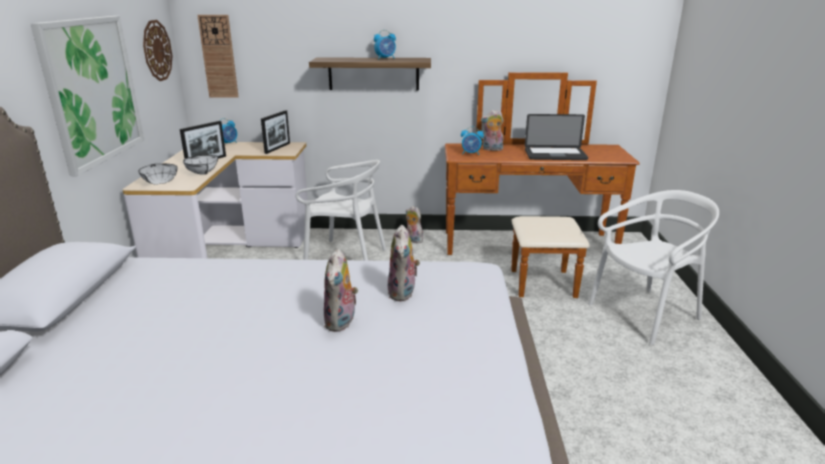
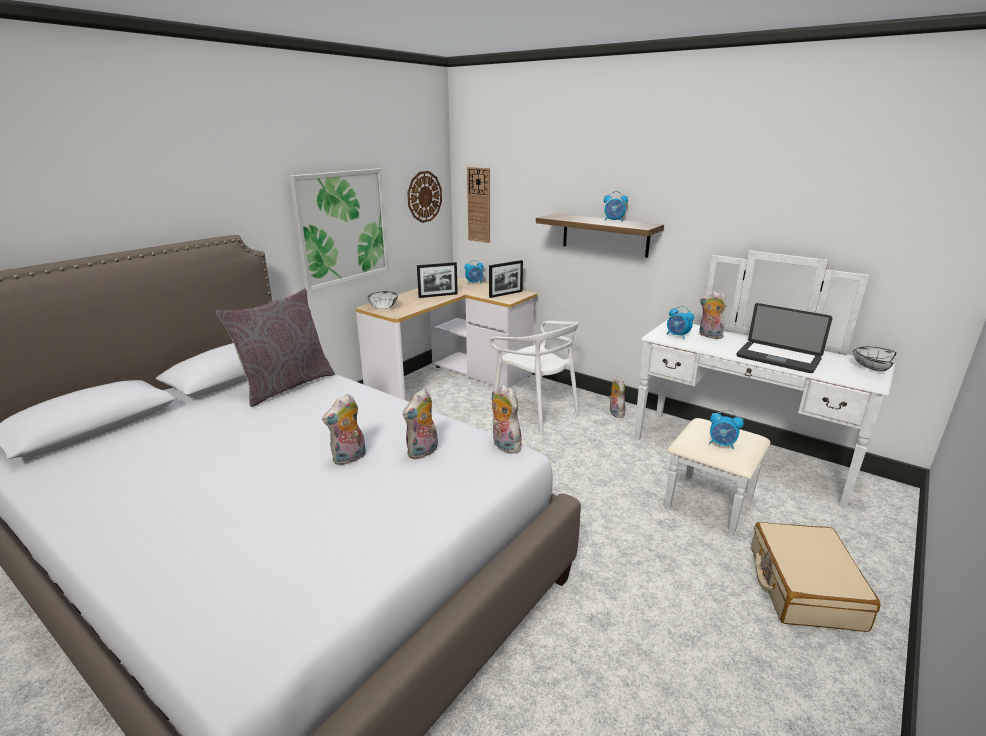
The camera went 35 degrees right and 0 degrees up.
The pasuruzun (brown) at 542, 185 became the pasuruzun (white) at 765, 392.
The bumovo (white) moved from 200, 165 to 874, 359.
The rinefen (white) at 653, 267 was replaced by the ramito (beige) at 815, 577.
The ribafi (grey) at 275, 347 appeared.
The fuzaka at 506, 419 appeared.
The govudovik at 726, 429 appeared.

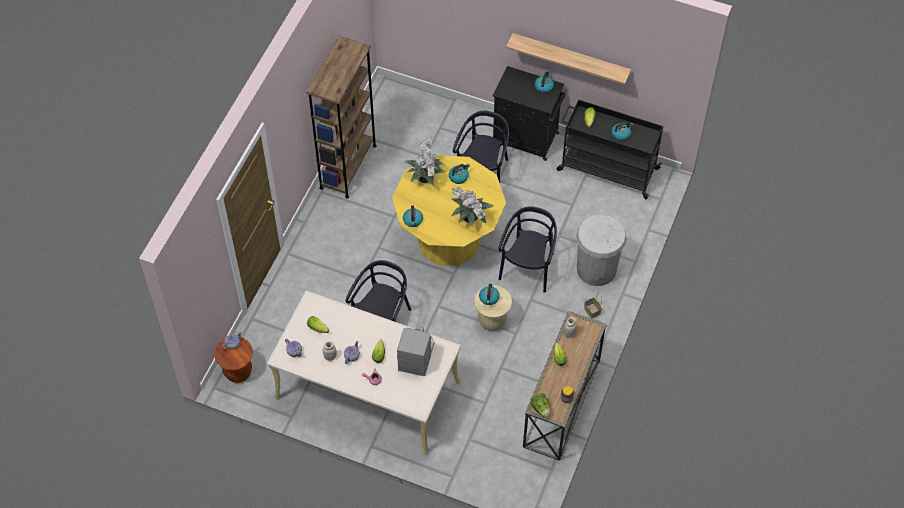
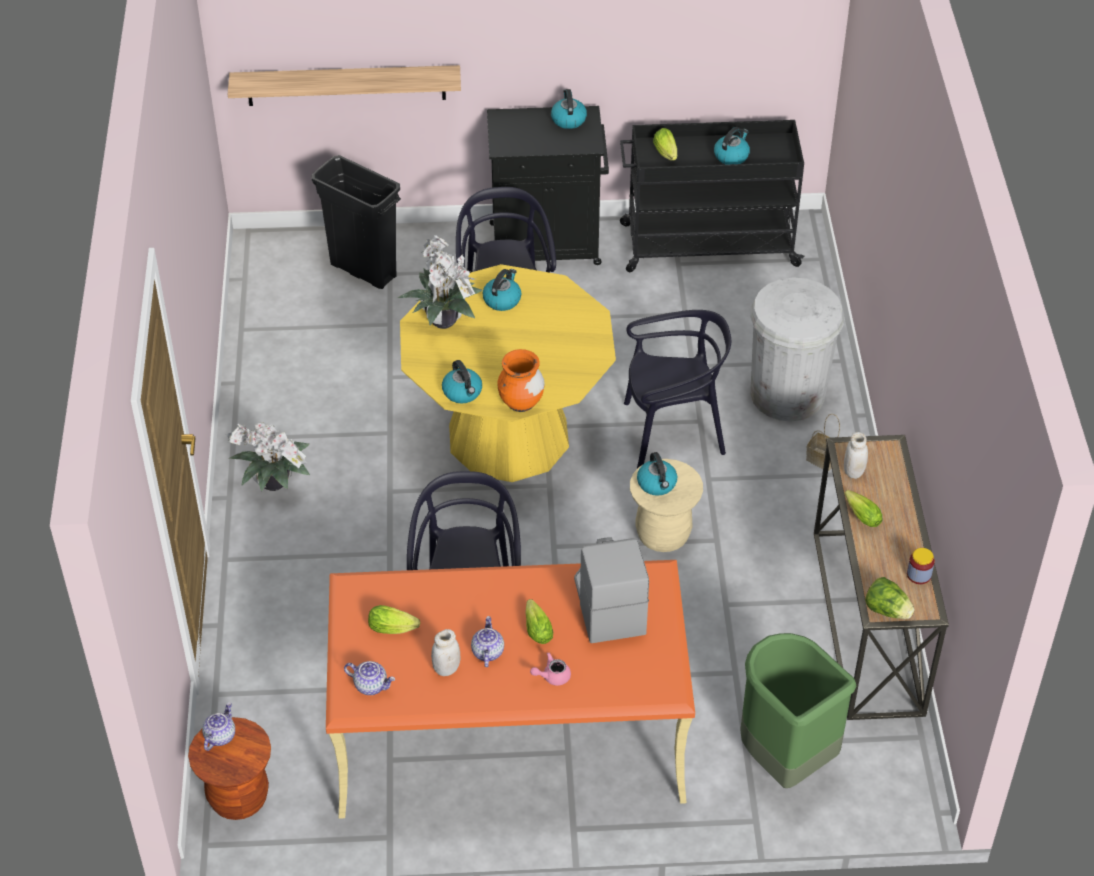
The camera went 25 degrees left and 10 degrees down.
The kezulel moved from 568, 59 to 344, 85.
The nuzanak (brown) at 341, 117 disappeared.
The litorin moved from 472, 206 to 267, 457.
The rinefen (black) at 527, 249 turned 90 degrees clockwise.
The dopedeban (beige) at 364, 372 became the dopedeban (orange) at 510, 689.
The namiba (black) at 356, 222 appeared.
The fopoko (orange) at 521, 380 appeared.
The namiba (green) at 798, 710 appeared.

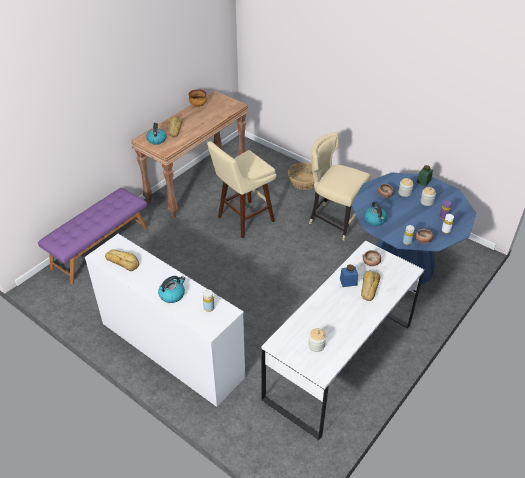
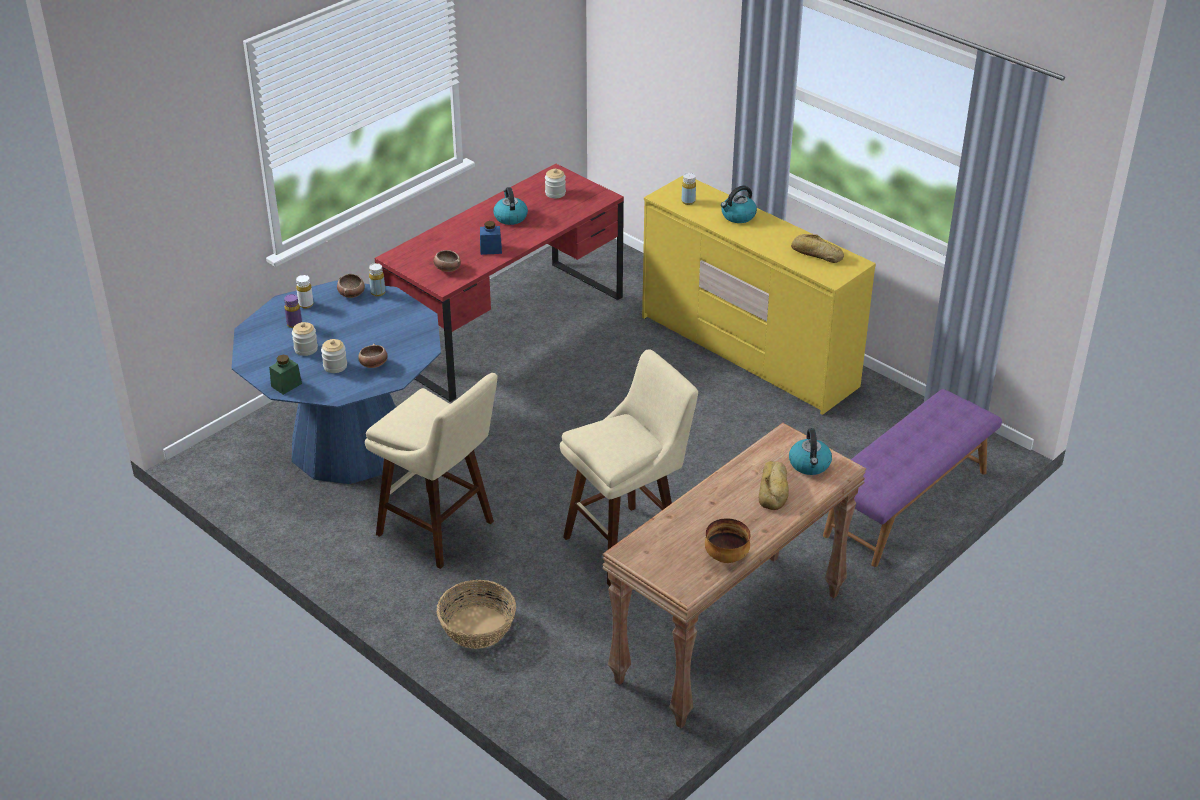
The camera went 175 degrees left and 5 degrees down.
The rinefen (beige) at 340, 186 was replaced by the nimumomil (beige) at 431, 471.
The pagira moved from 376, 213 to 510, 206.
The pasuruzun (white) at 165, 320 became the pasuruzun (yellow) at 759, 295.
The dopedeban (white) at 342, 340 became the dopedeban (red) at 499, 283.
The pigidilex at 370, 286 disappeared.

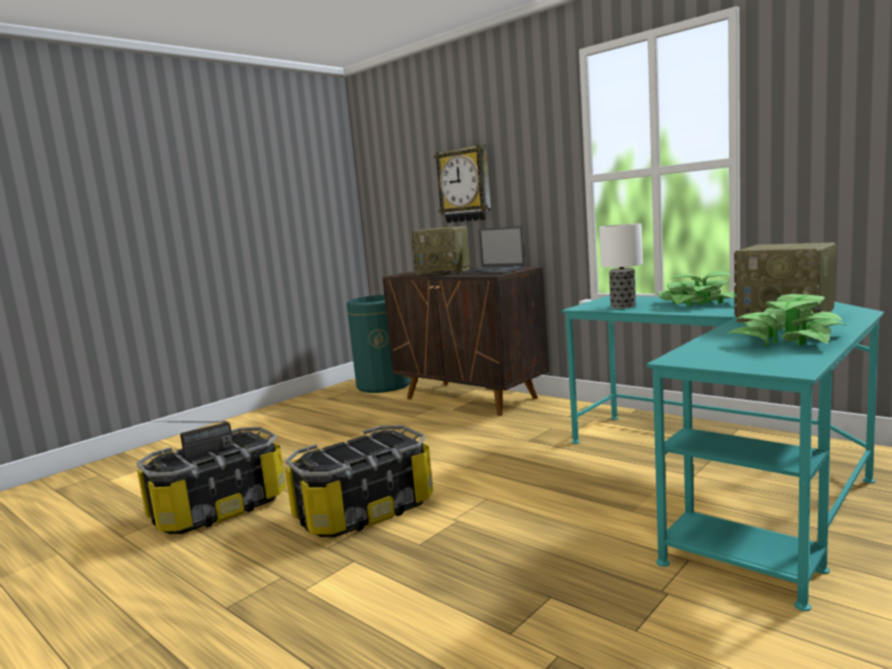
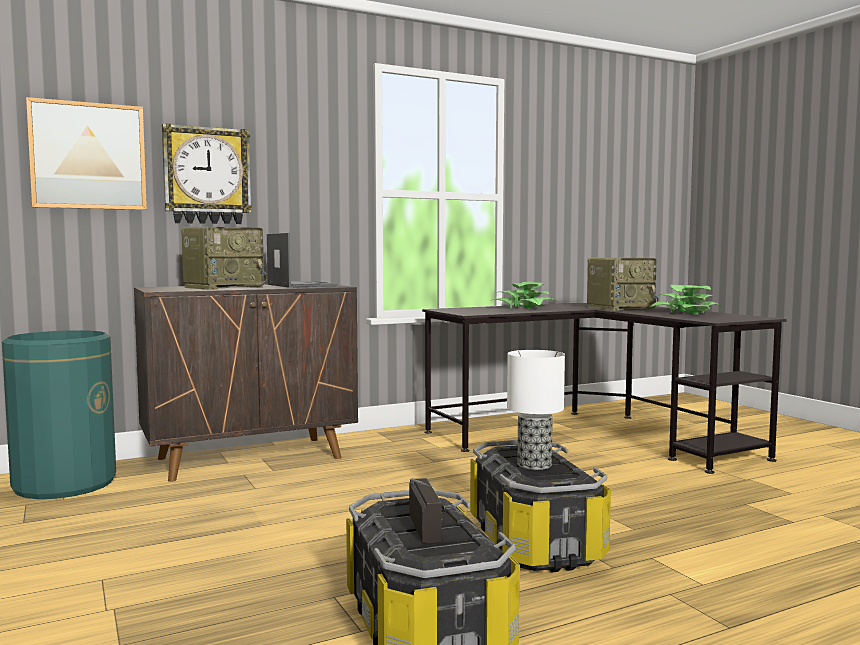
The camera went 70 degrees left and 5 degrees down.
The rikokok moved from 621, 266 to 536, 410.
The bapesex at 492, 250 turned 90 degrees counterclockwise.
The dopedeban (turquoise) at 723, 453 became the dopedeban (black) at 604, 388.
The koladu at 86, 153 appeared.

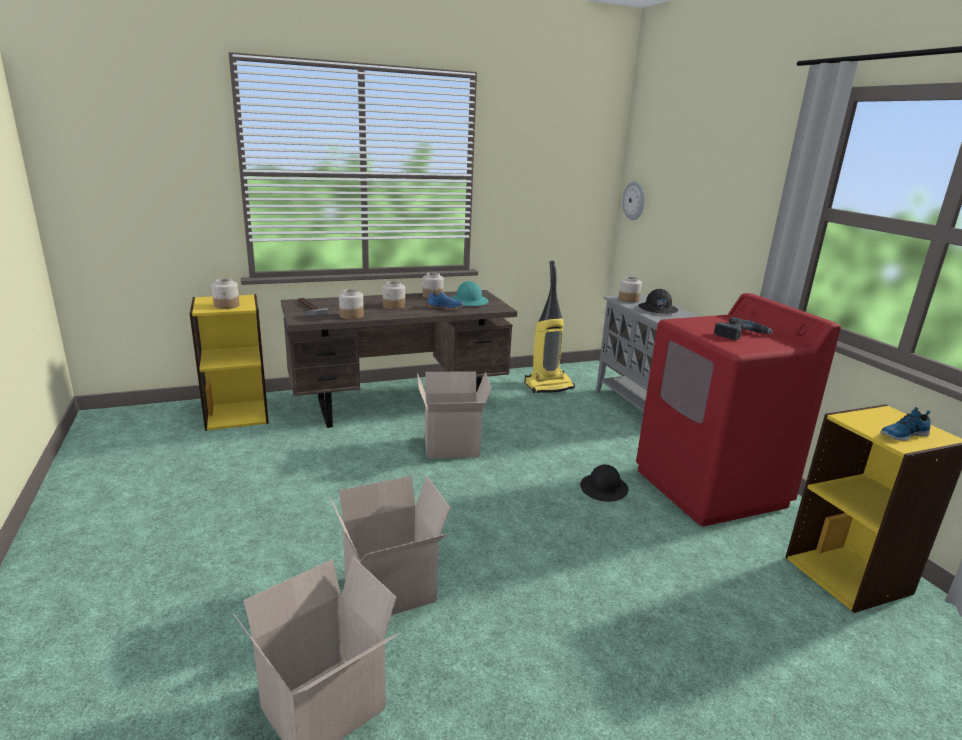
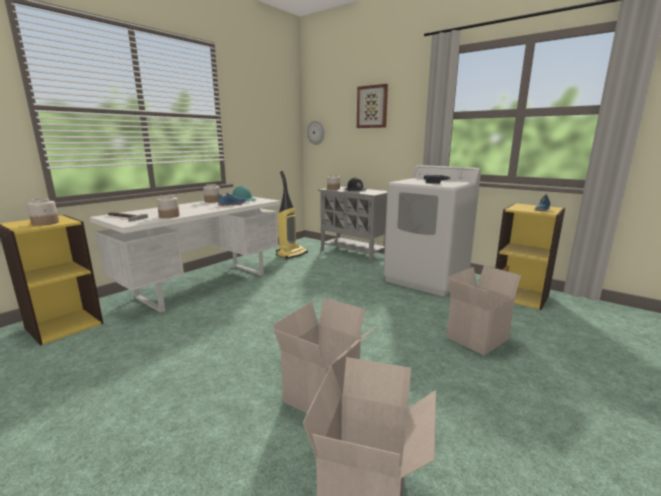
The camera went 30 degrees left and 5 degrees down.
The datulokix at 394, 295 disappeared.
The dopedeban (brown) at 399, 359 became the dopedeban (white) at 185, 255.
The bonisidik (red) at 738, 409 became the bonisidik (white) at 432, 230.
The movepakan moved from 454, 415 to 489, 310.
The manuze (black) at 604, 483 disappeared.
The koladu at 372, 106 appeared.

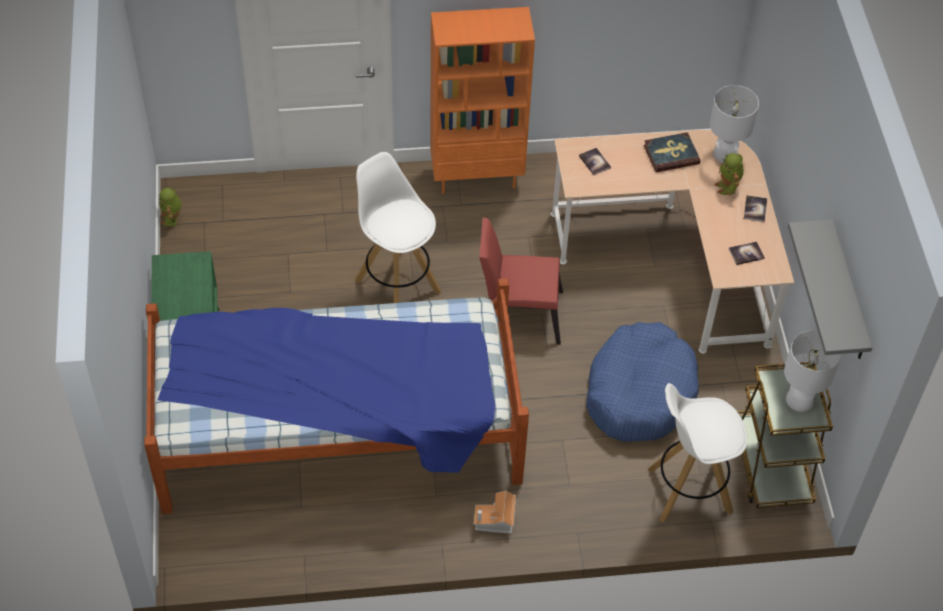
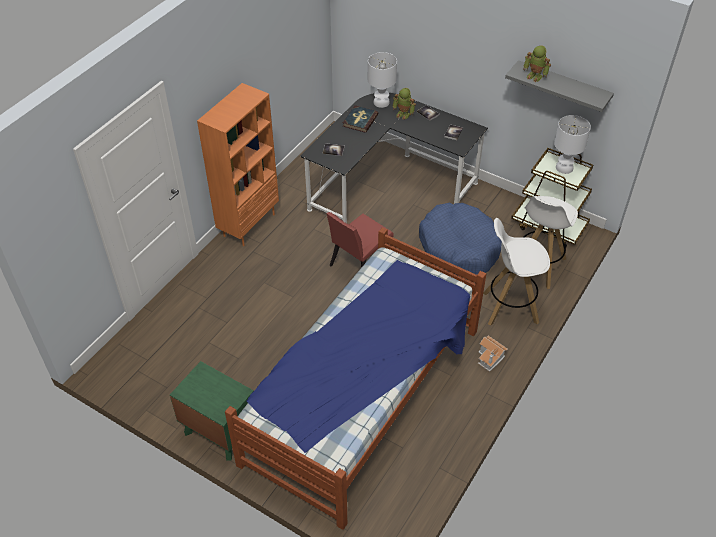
The camera went 50 degrees left and 5 degrees down.
The dopedeban (beige) at 672, 241 became the dopedeban (black) at 394, 158.
The nimumomil (white) moved from 398, 227 to 516, 272.
The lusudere moved from 170, 207 to 537, 63.

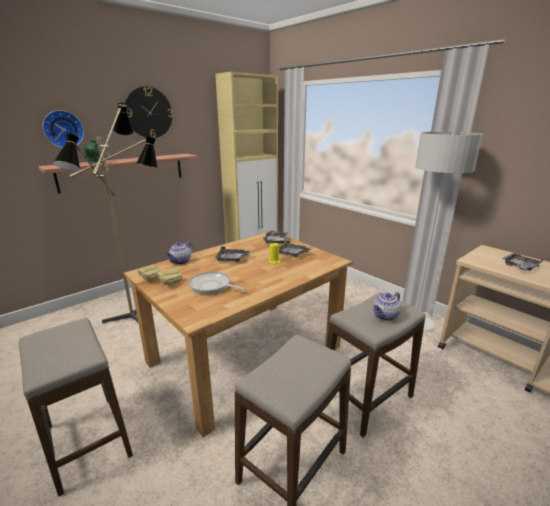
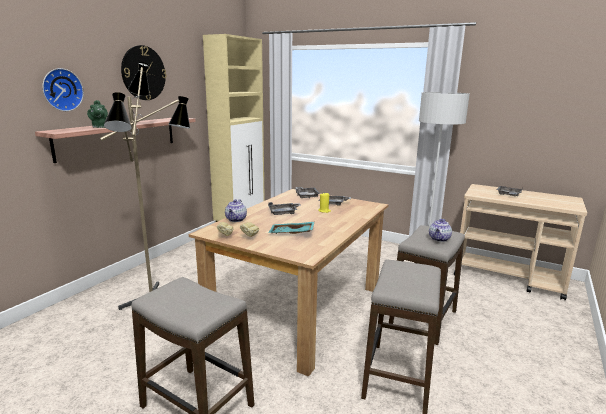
The camera went 20 degrees left and 5 degrees down.
The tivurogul at 217, 283 was replaced by the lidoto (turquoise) at 291, 228.

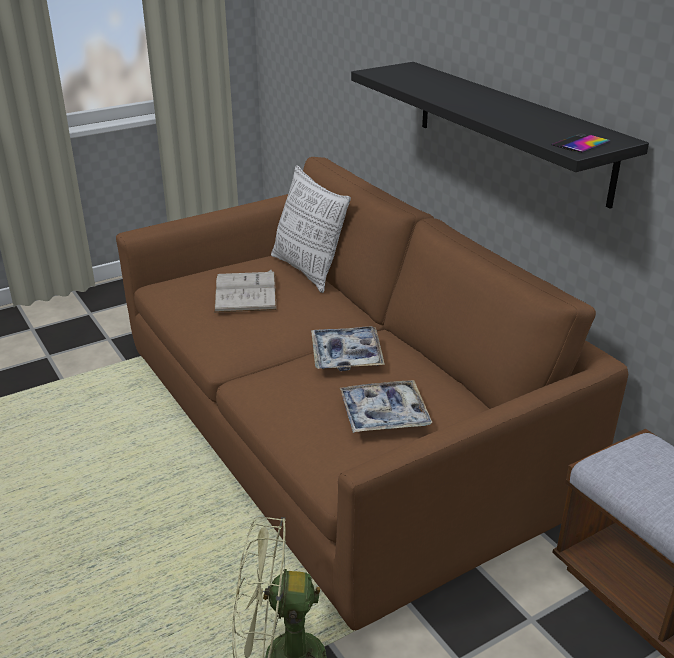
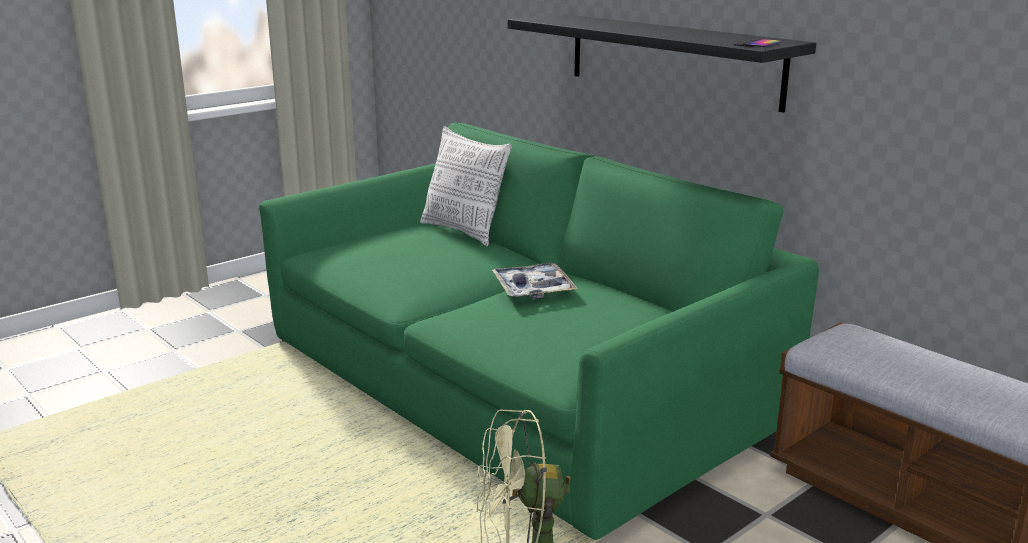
The camera went 10 degrees left and 10 degrees down.
The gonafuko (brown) at 372, 394 became the gonafuko (green) at 539, 331.
The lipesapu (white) at 245, 291 disappeared.
The lidoto at 386, 406 disappeared.

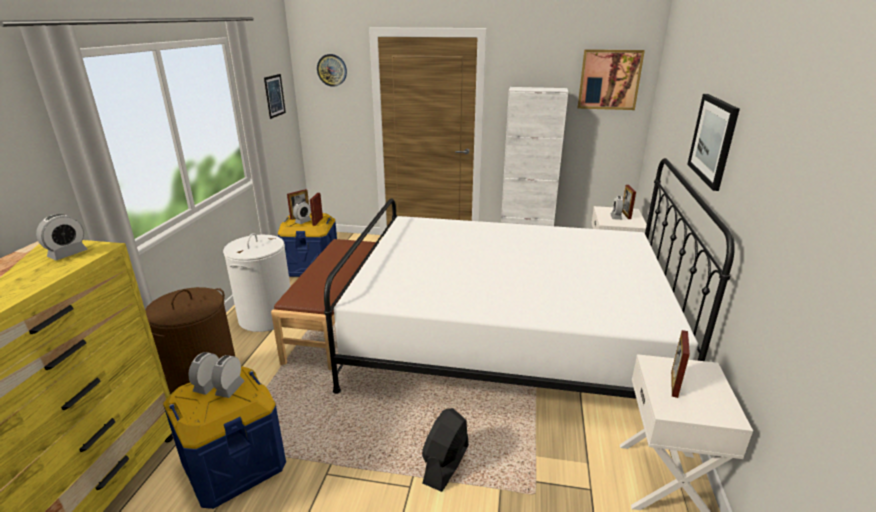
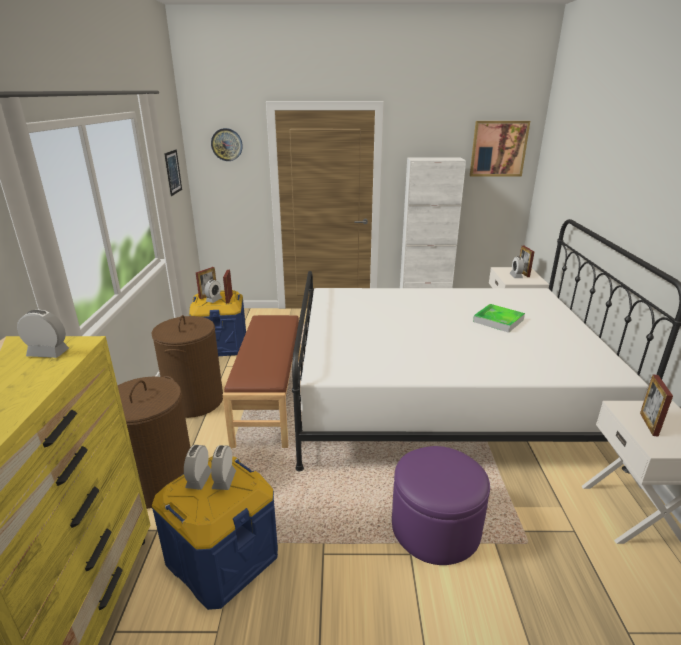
The camera went 10 degrees left and 0 degrees up.
The koladu at 713, 142 disappeared.
The govudovik at 62, 237 turned 105 degrees counterclockwise.
The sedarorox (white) at 256, 282 became the sedarorox (brown) at 187, 366.
The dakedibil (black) at 445, 450 was replaced by the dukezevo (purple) at 441, 505.
The lidoto at 499, 318 appeared.

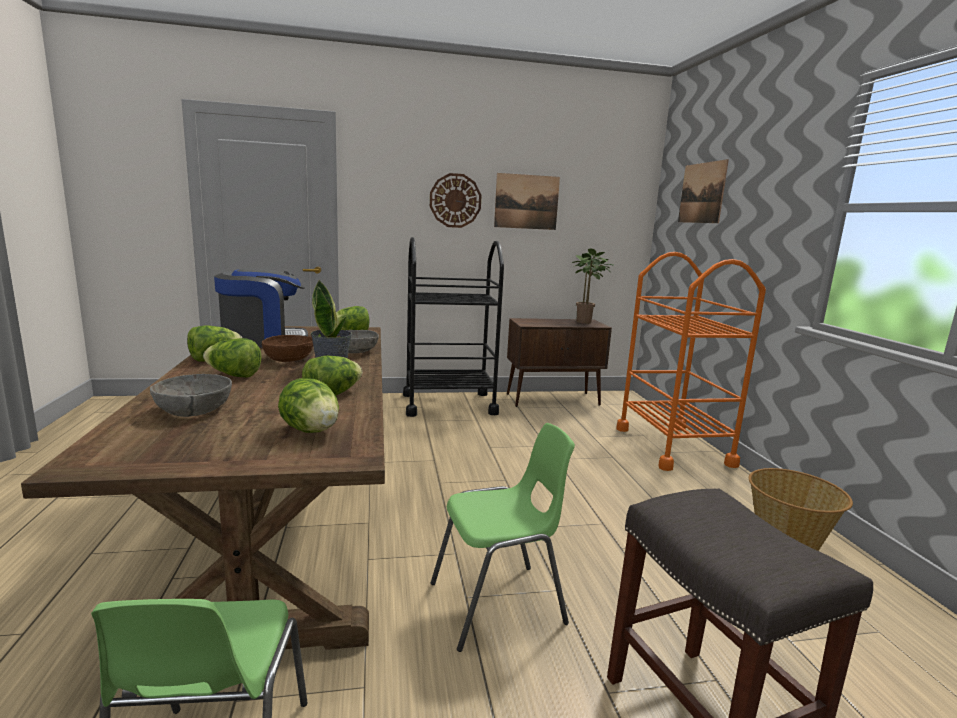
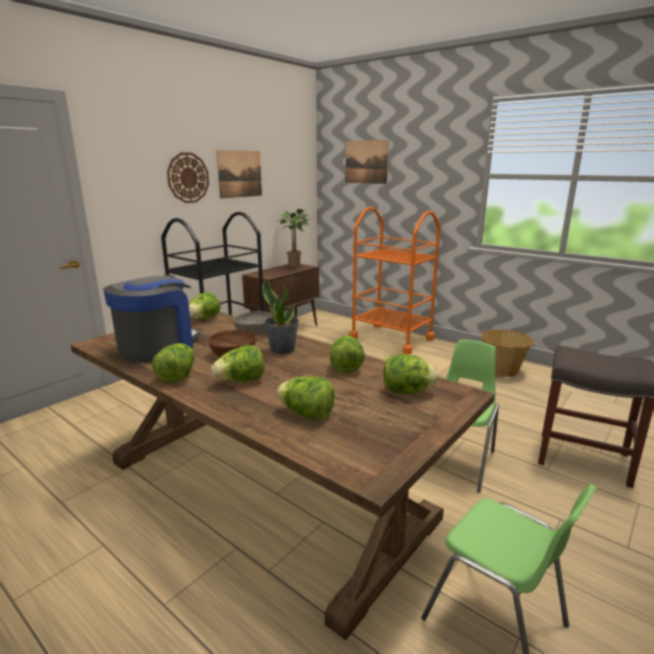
The camera went 40 degrees left and 5 degrees up.
The bumovo (grey) at 191, 395 was replaced by the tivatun at 305, 398.

